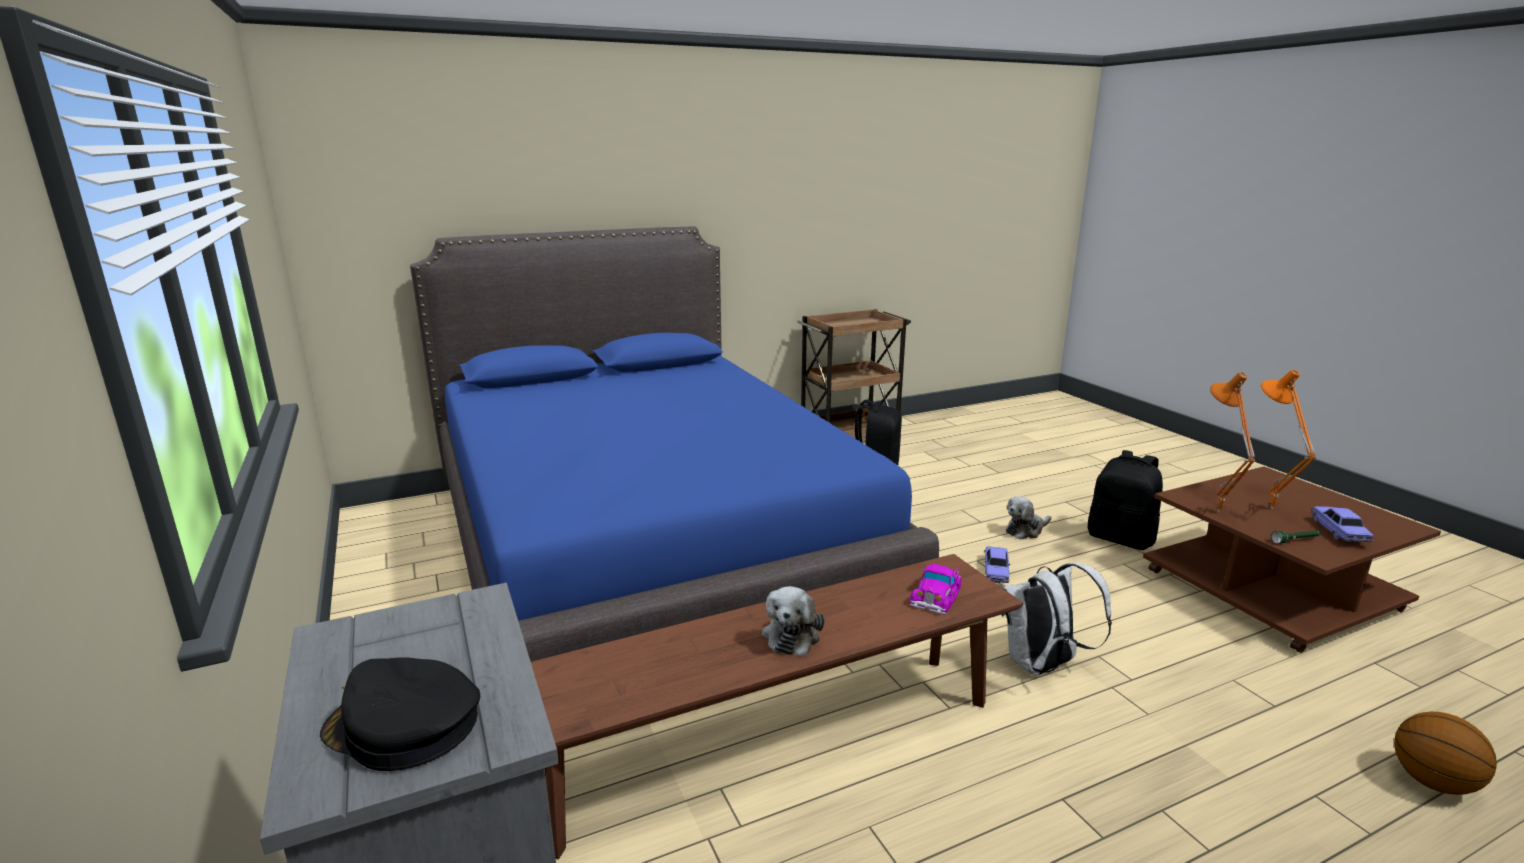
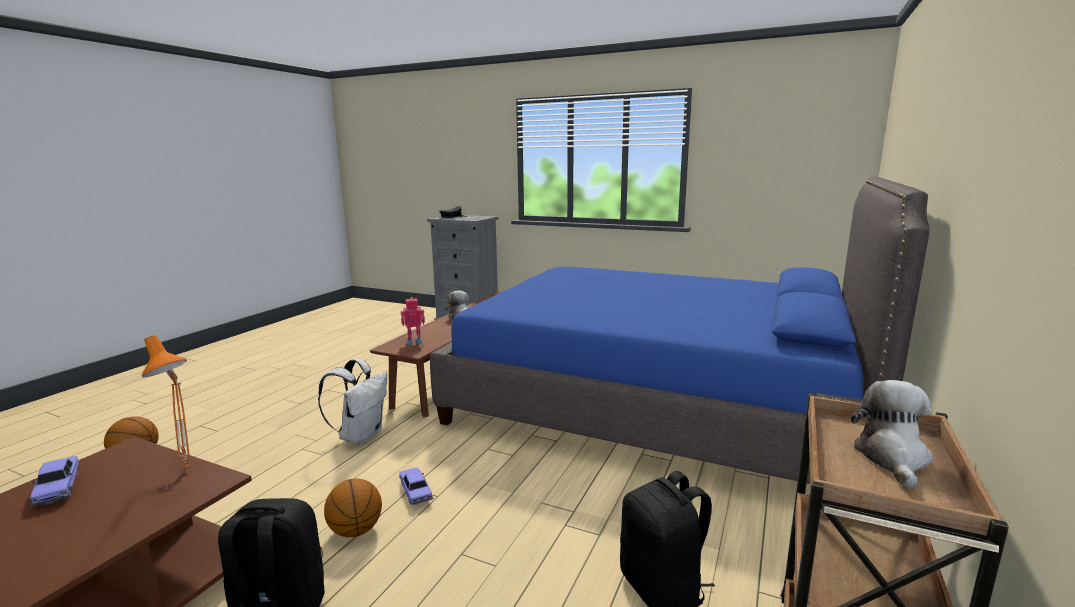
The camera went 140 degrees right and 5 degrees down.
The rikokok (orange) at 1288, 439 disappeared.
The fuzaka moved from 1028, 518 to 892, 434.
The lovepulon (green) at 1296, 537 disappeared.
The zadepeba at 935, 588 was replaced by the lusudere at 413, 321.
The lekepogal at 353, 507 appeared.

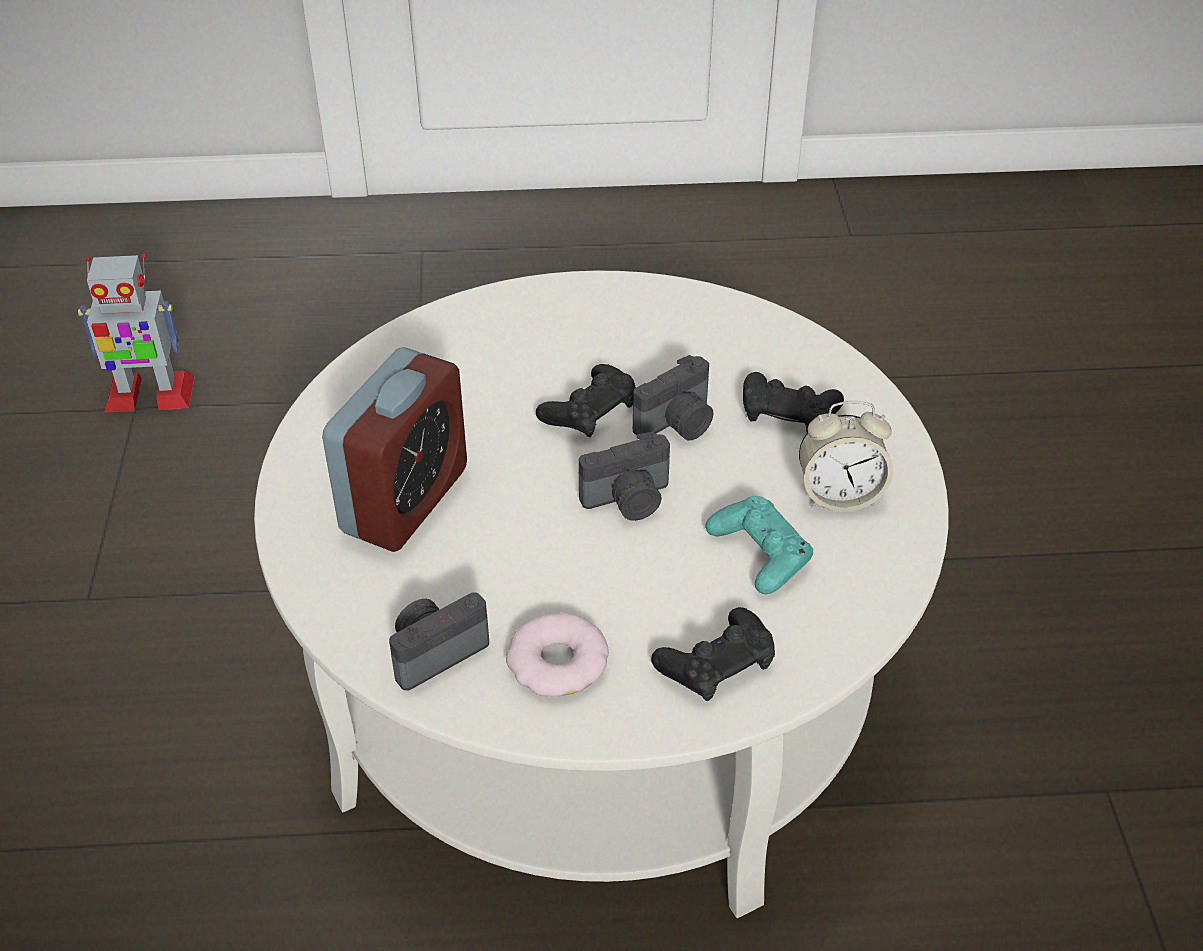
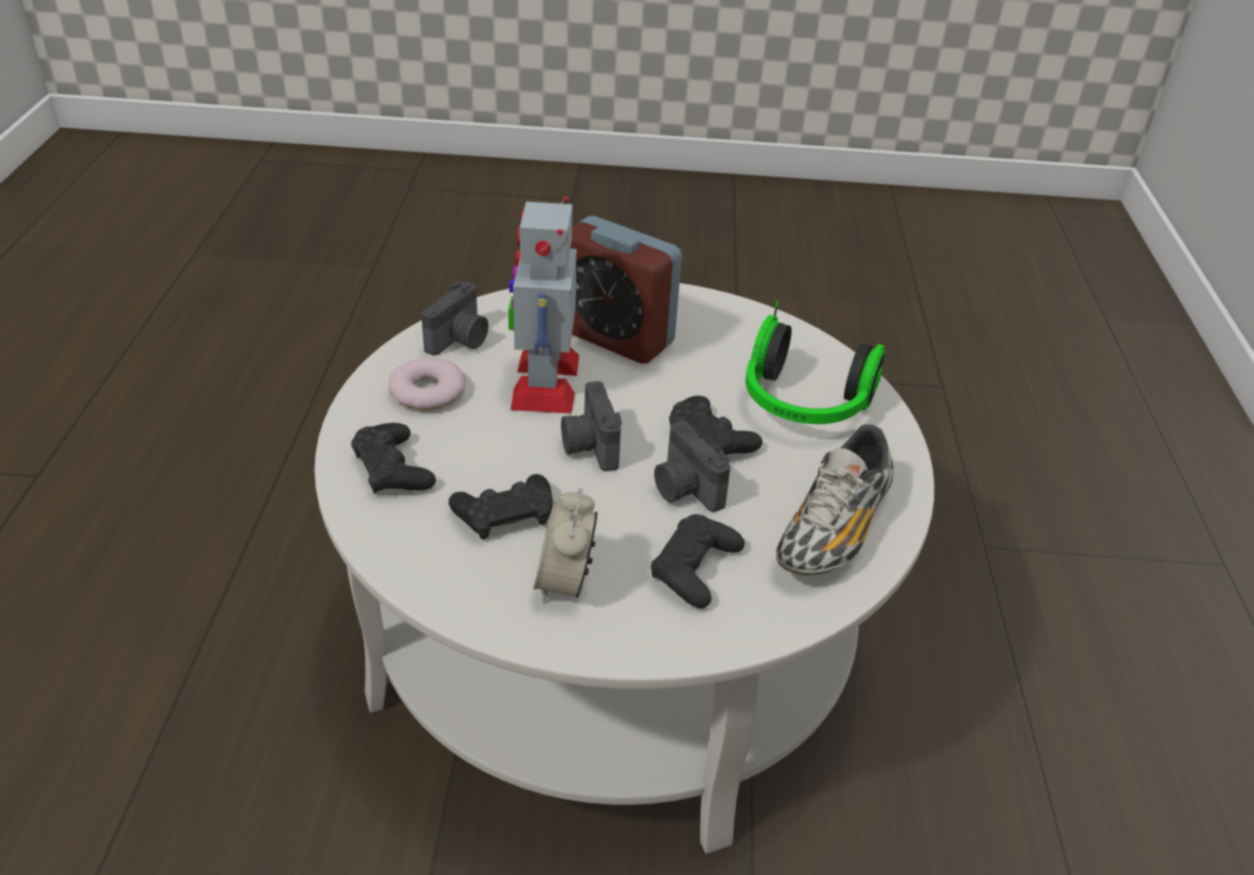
The camera went 95 degrees right and 5 degrees down.
The lusudere moved from 136, 333 to 543, 305.
The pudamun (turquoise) at 759, 545 became the pudamun (black) at 501, 507.
The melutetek at 439, 641 turned 60 degrees clockwise.
The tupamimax at 815, 362 appeared.
The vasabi at 835, 500 appeared.

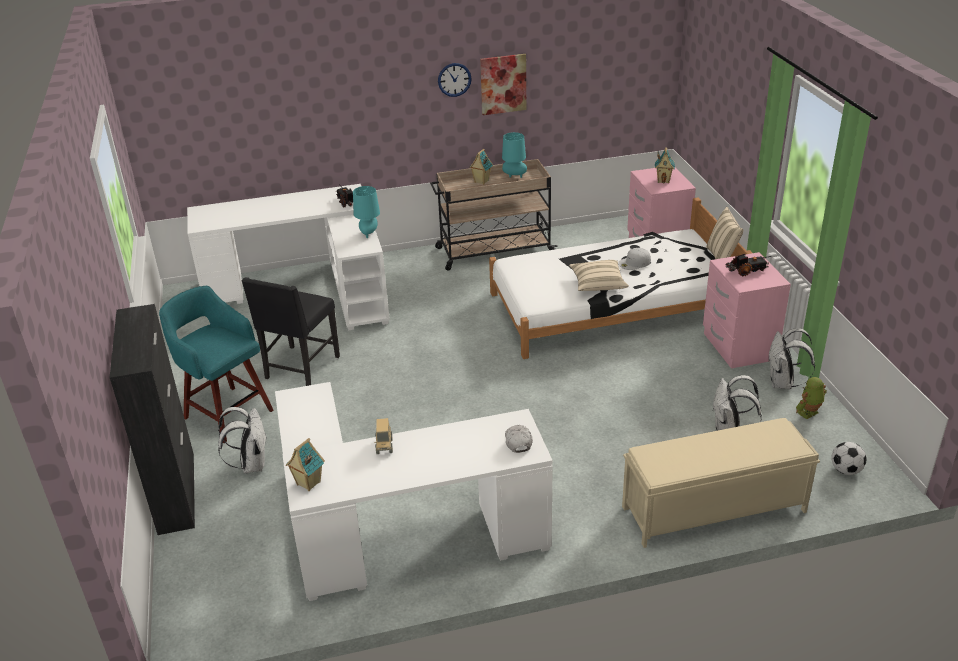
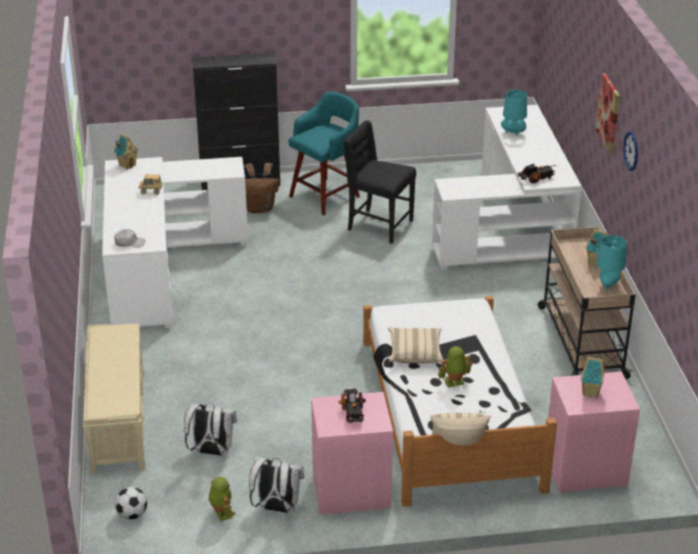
The camera went 95 degrees right and 0 degrees up.
The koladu moved from 503, 84 to 607, 113.
The rikokok (turquoise) moved from 366, 212 to 514, 113.
The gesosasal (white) at 634, 259 was replaced by the lusudere at 455, 366.
The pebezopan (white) at 242, 440 became the pebezopan (brown) at 261, 188.

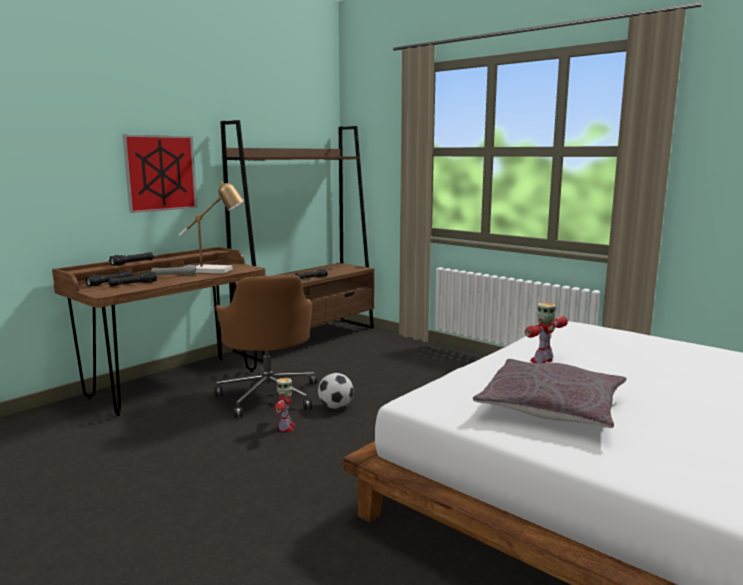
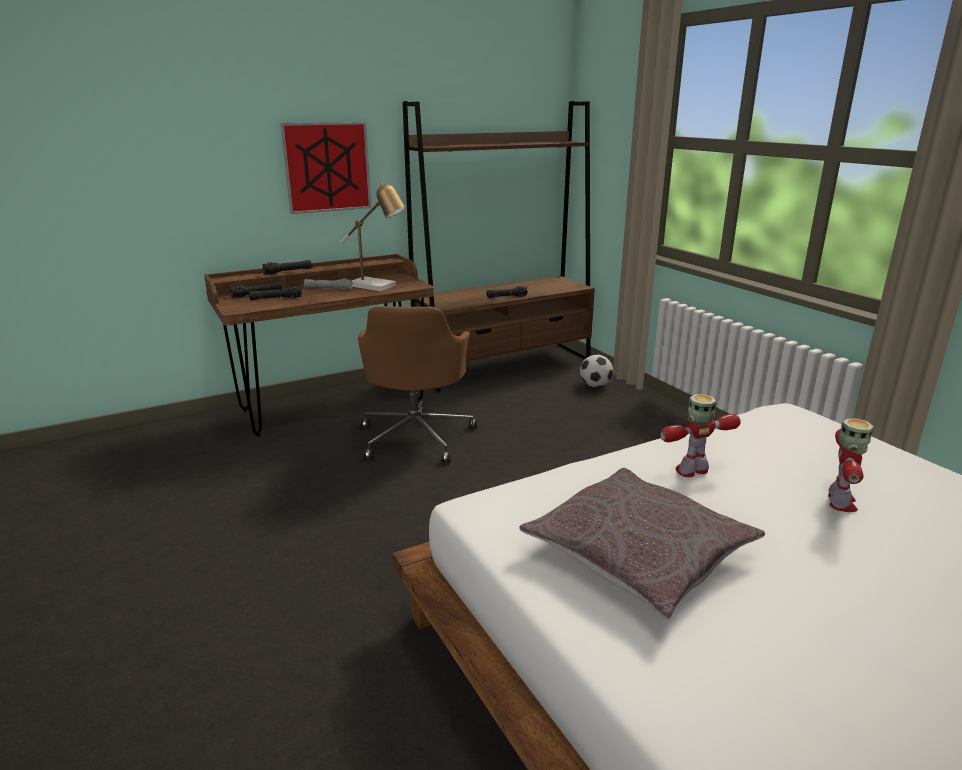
The camera went 20 degrees right and 10 degrees up.
The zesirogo moved from 336, 391 to 596, 371.
The lusudere moved from 285, 405 to 851, 465.

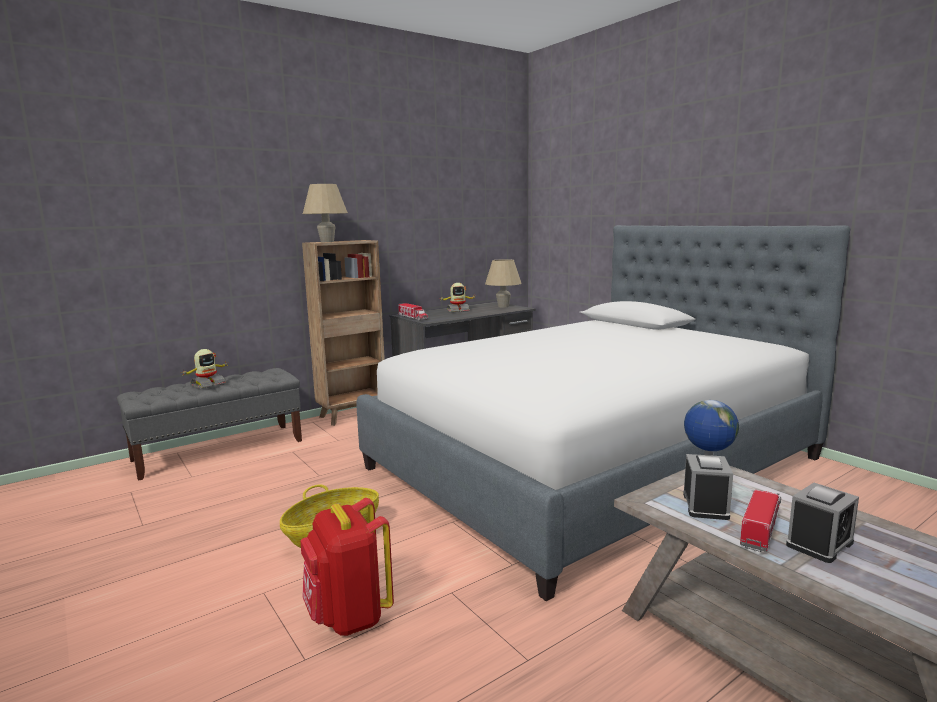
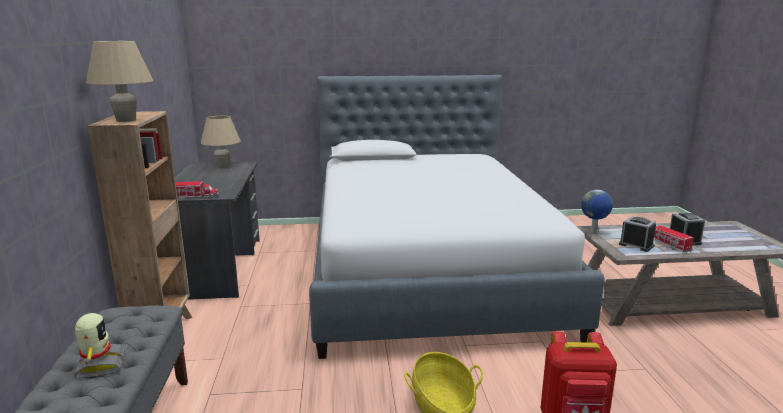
The camera went 60 degrees left and 5 degrees up.
The lusudere at 458, 297 disappeared.

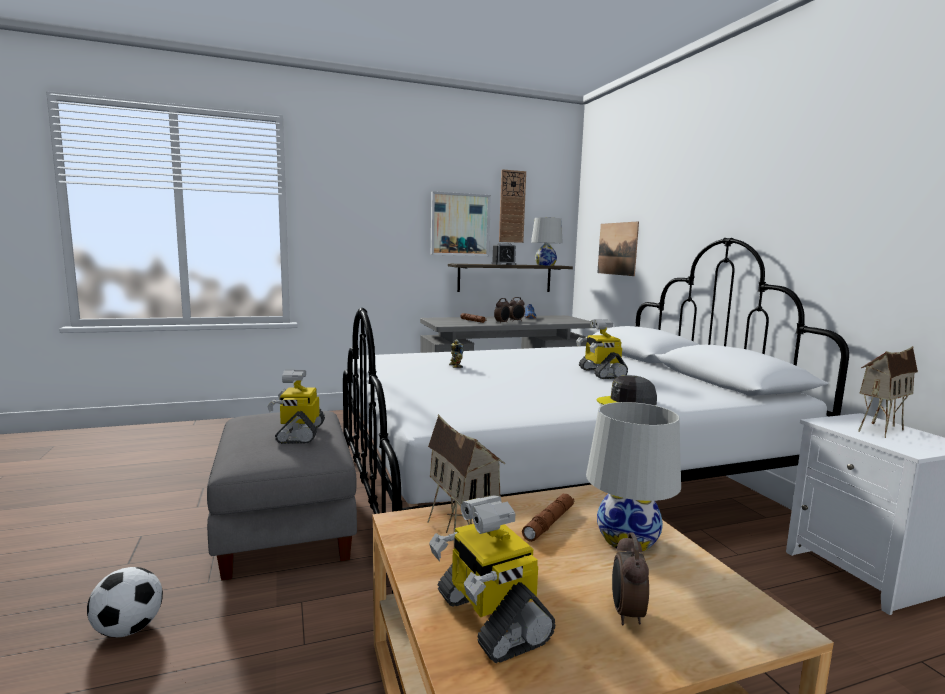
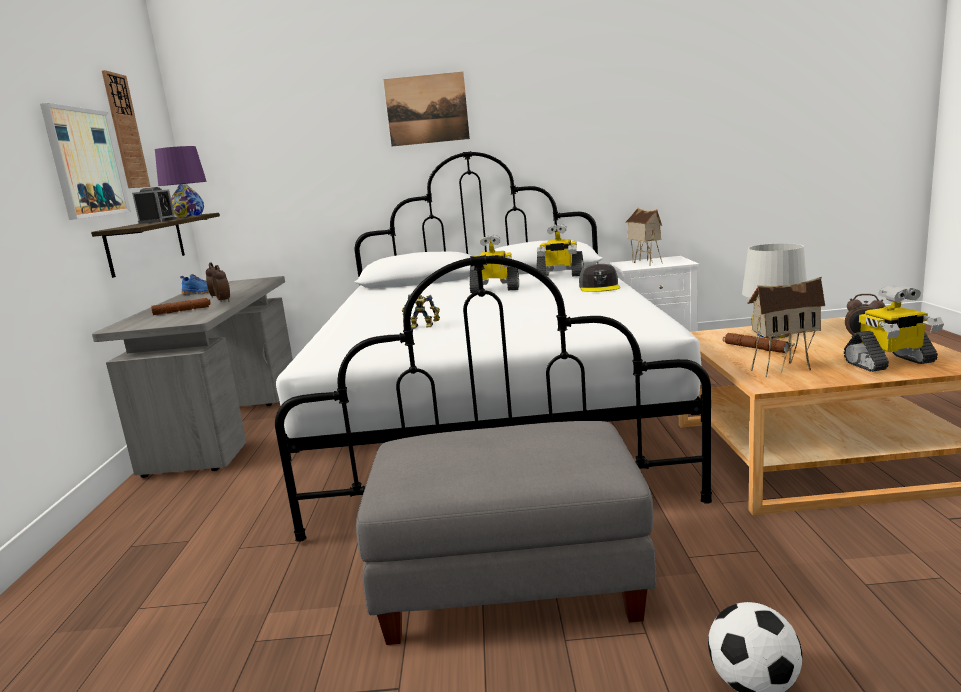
The camera went 70 degrees left and 5 degrees up.
The rikokok (white) at 547, 242 became the rikokok (purple) at 181, 182.
The koladu moved from 618, 248 to 426, 109.
The lusudere moved from 296, 407 to 560, 250.

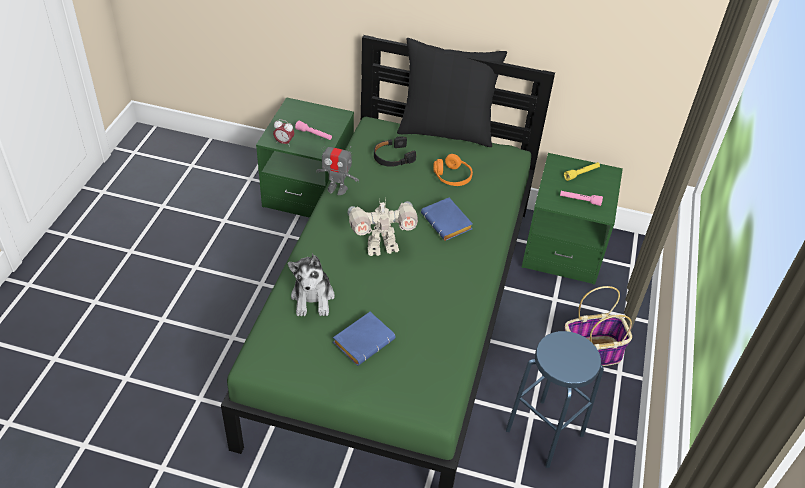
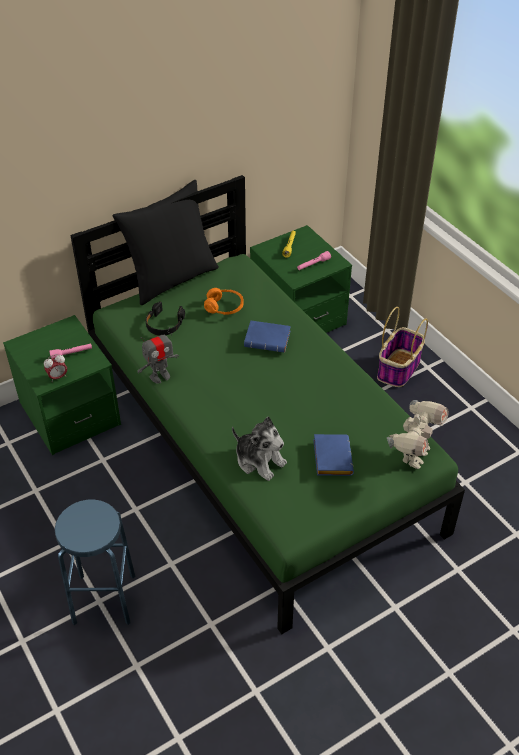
The camera went 45 degrees left and 0 degrees up.
The lusudere moved from 382, 227 to 418, 434.
The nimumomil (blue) moved from 555, 399 to 95, 562.

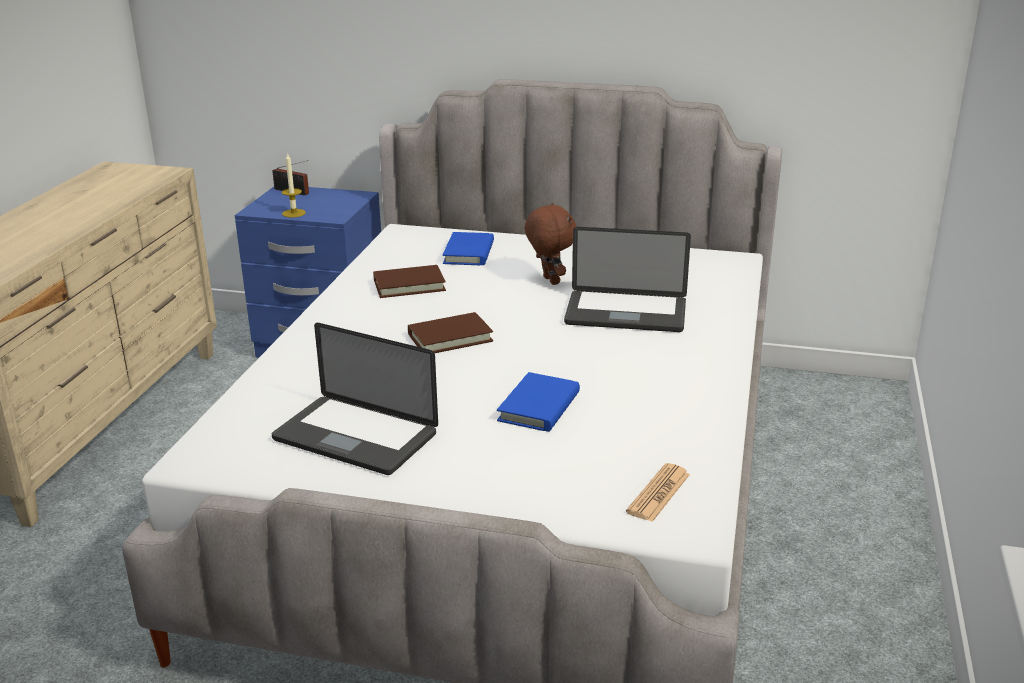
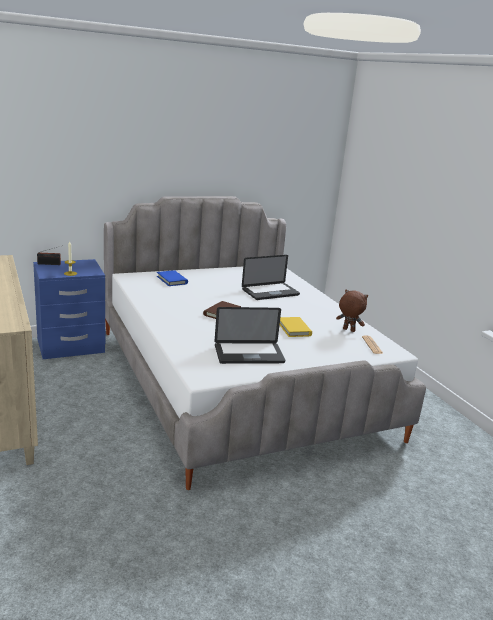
The camera went 40 degrees left and 5 degrees down.
The fuzaka (brown) moved from 550, 244 to 352, 311.
The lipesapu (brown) at 409, 281 disappeared.
The lipesapu (blue) at 538, 402 became the lipesapu (yellow) at 296, 327.

